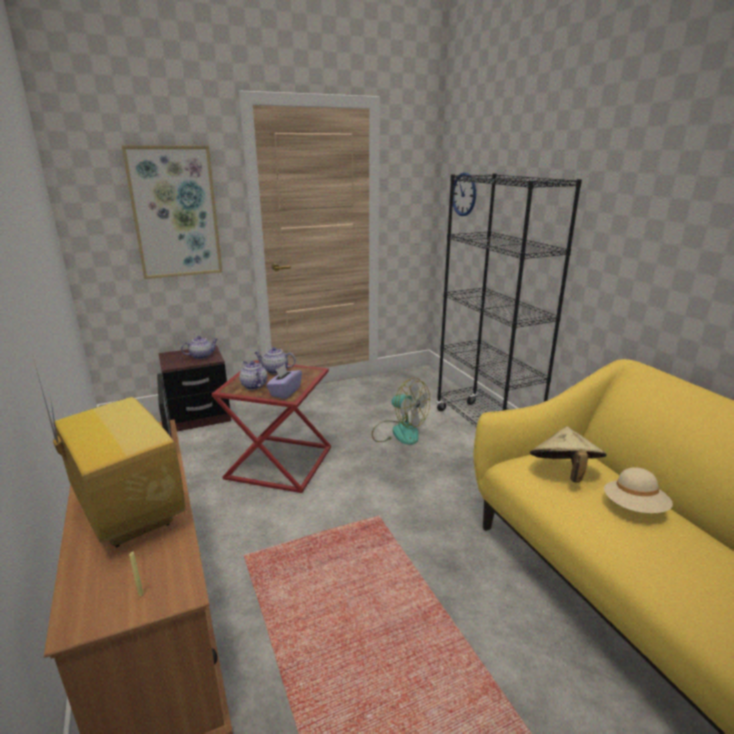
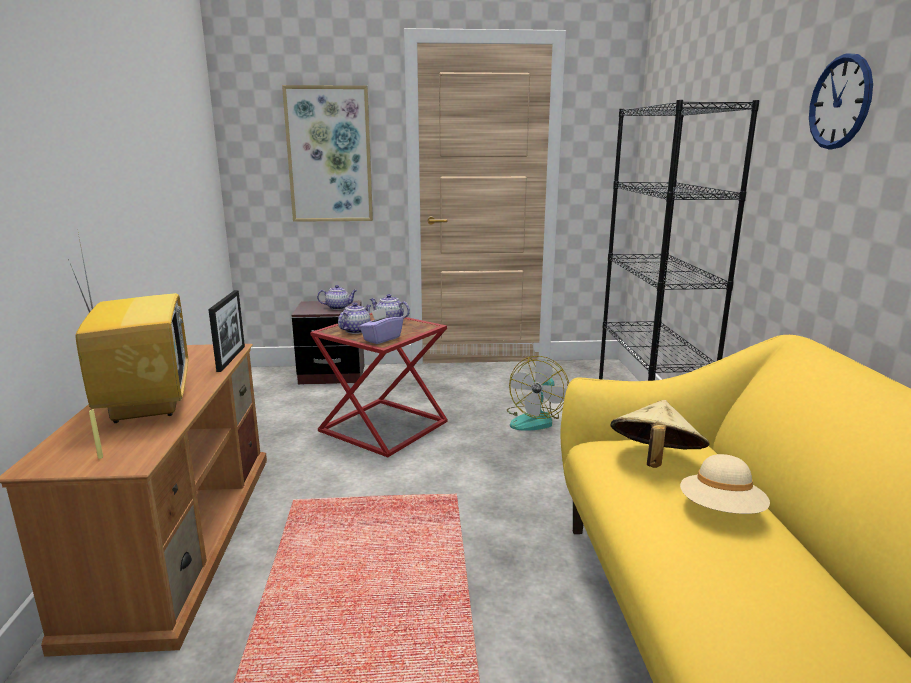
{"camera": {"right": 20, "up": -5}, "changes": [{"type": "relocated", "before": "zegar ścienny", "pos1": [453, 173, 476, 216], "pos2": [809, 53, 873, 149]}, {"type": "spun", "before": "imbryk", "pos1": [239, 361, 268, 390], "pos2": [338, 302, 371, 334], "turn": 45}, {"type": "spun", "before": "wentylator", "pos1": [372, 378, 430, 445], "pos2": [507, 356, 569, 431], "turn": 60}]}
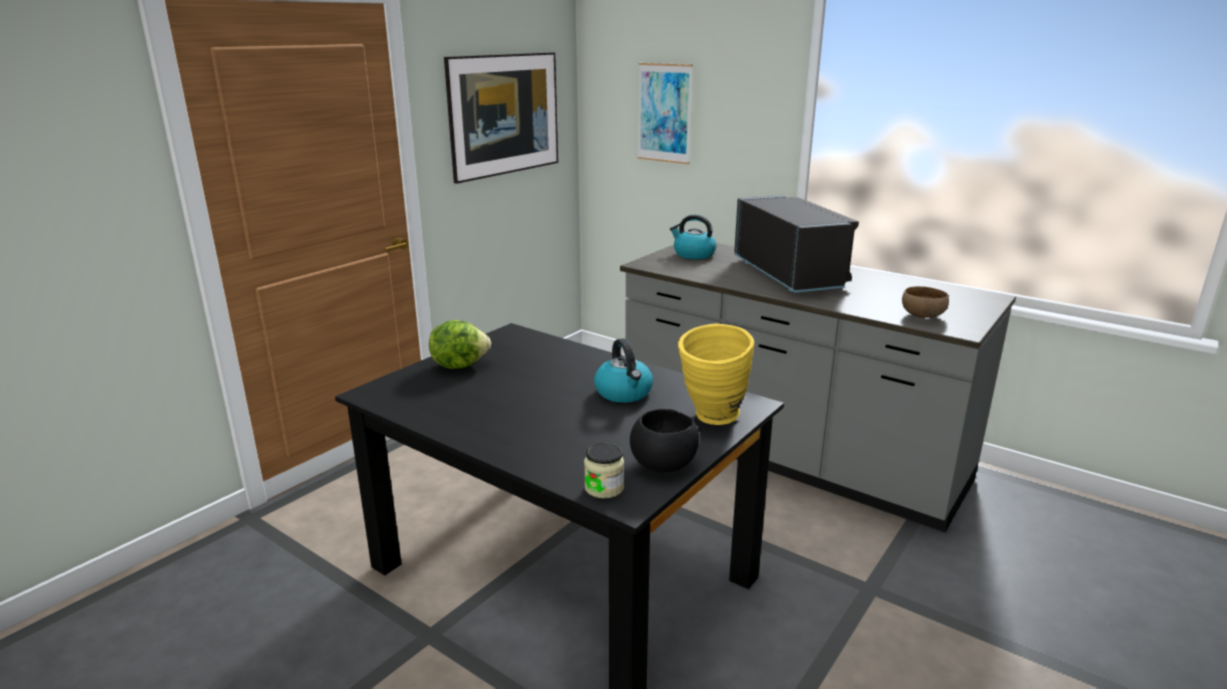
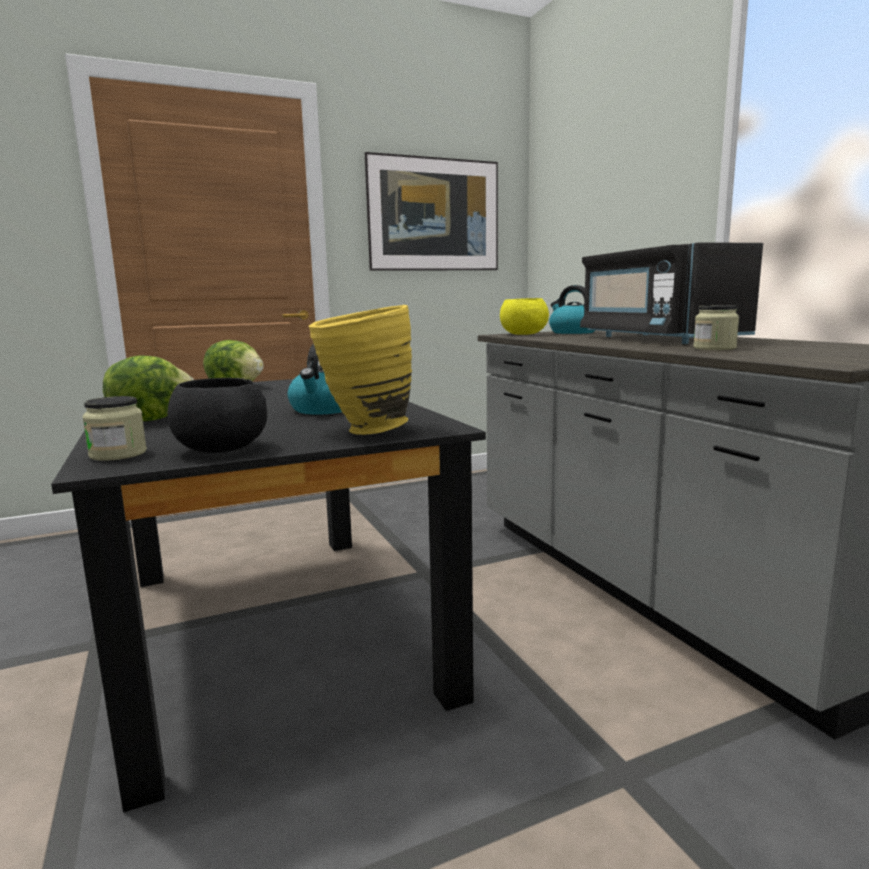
{"camera": {"right": 30, "up": -10}, "changes": [{"type": "missing", "before": "obraz", "pos1": [637, 63, 693, 164]}, {"type": "spun", "before": "mikrofalówka (czarny)", "pos1": [734, 196, 859, 293], "pos2": [580, 242, 763, 344], "turn": 150}, {"type": "missing", "before": "miska (brązowy)", "pos1": [902, 286, 949, 318]}, {"type": "appeared", "after": "miska (żółty)", "pos2": [500, 298, 549, 335]}, {"type": "appeared", "after": "słoik", "pos2": [693, 305, 739, 350]}, {"type": "appeared", "after": "sałata", "pos2": [103, 355, 194, 421]}]}
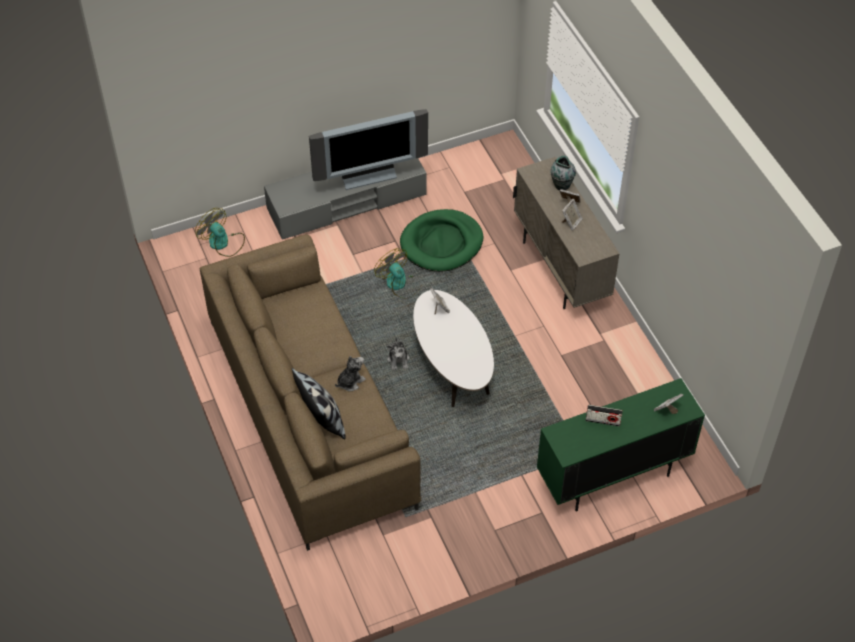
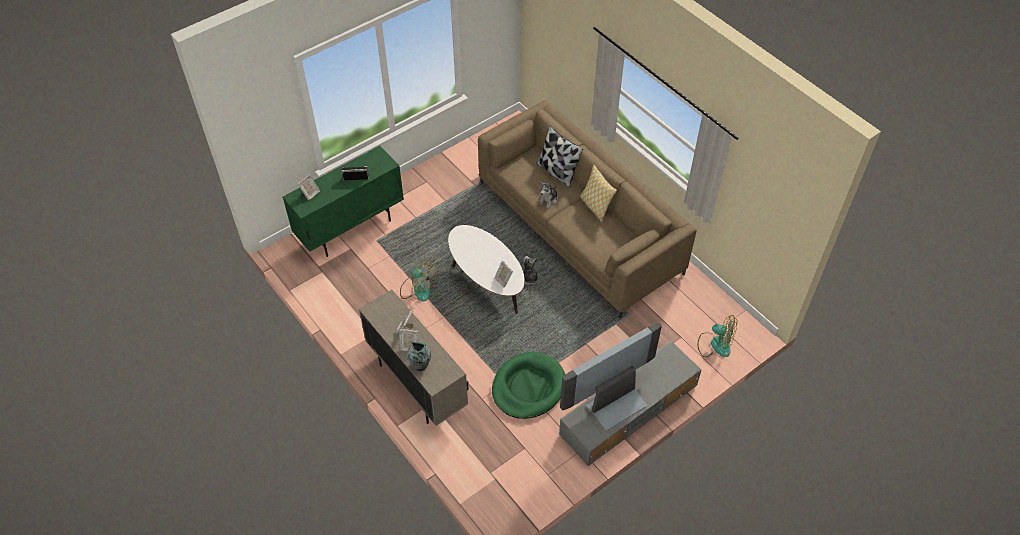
{"camera": {"right": 165, "up": 0}, "changes": [{"type": "relocated", "before": "wentylator", "pos1": [374, 248, 422, 298], "pos2": [400, 261, 437, 301]}, {"type": "appeared", "after": "poduszka", "pos2": [580, 165, 617, 222]}]}
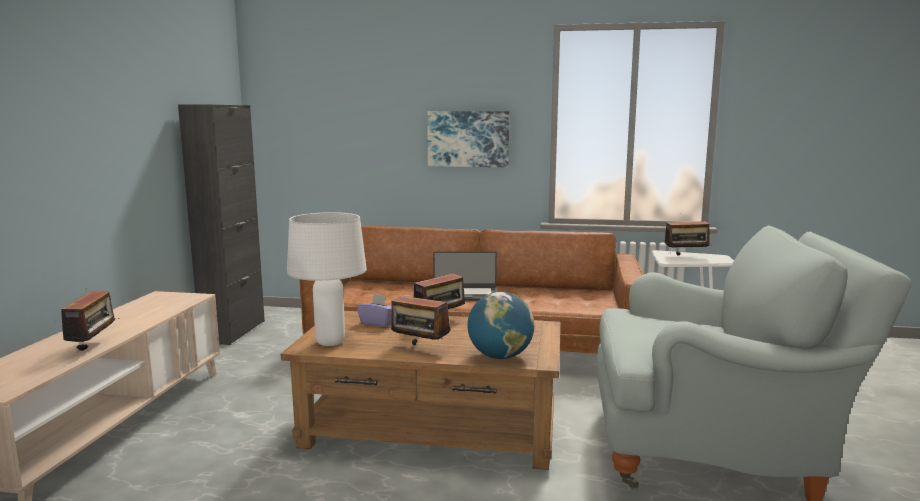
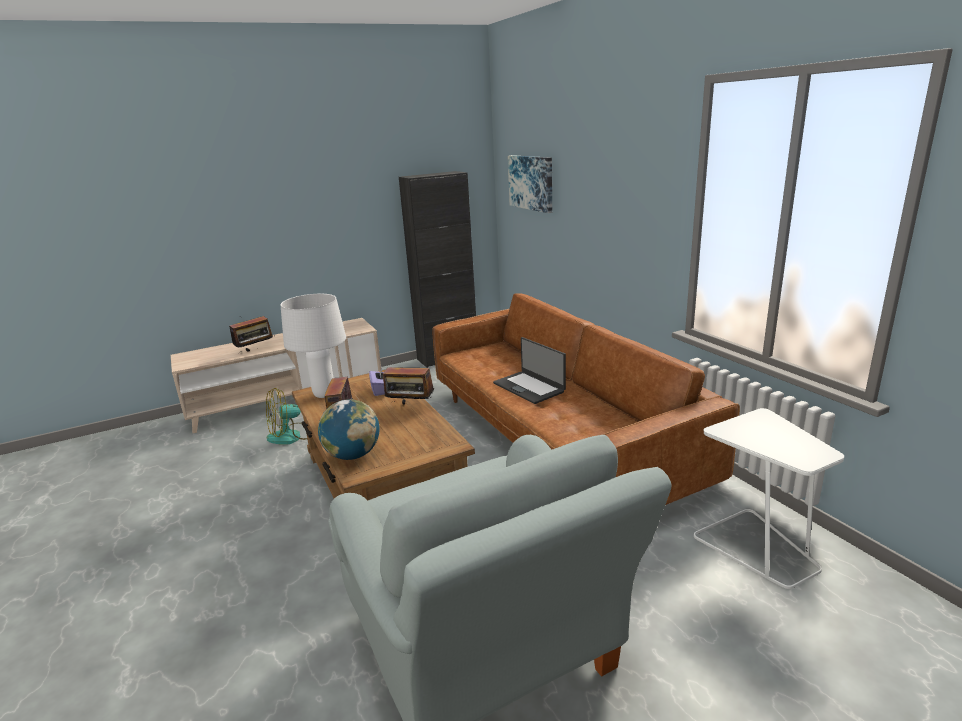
{"camera": {"right": 55, "up": 10}, "changes": [{"type": "relocated", "before": "obraz", "pos1": [427, 111, 509, 167], "pos2": [508, 155, 552, 213]}, {"type": "missing", "before": "radio", "pos1": [661, 221, 712, 256]}, {"type": "appeared", "after": "wentylator", "pos2": [266, 388, 307, 445]}]}
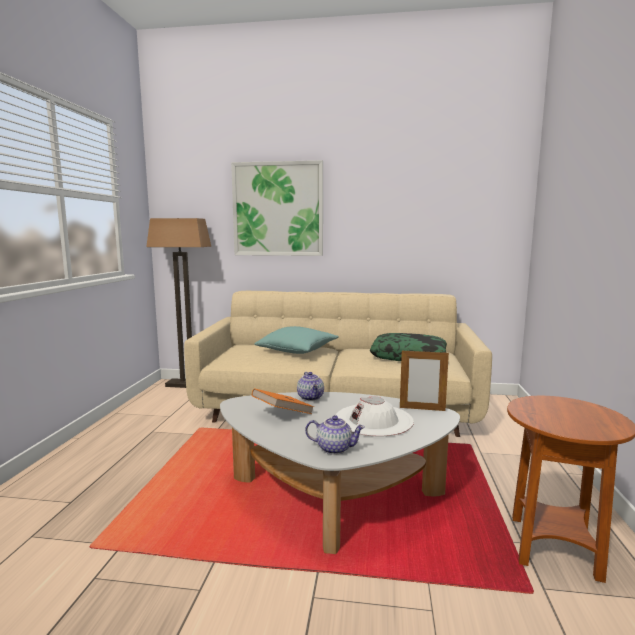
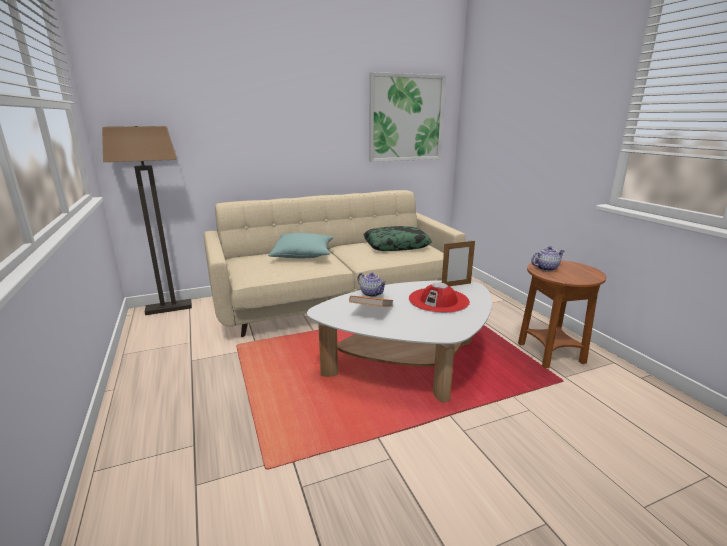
{"camera": {"right": -30, "up": 10}, "changes": [{"type": "relocated", "before": "obraz", "pos1": [231, 160, 323, 256], "pos2": [369, 72, 446, 162]}, {"type": "colour", "before": "kapelusz (biały)", "after": "kapelusz (czerwony)", "pos1": [336, 396, 414, 436], "pos2": [409, 283, 470, 313]}, {"type": "relocated", "before": "imbryk", "pos1": [305, 415, 365, 455], "pos2": [531, 246, 564, 271]}]}
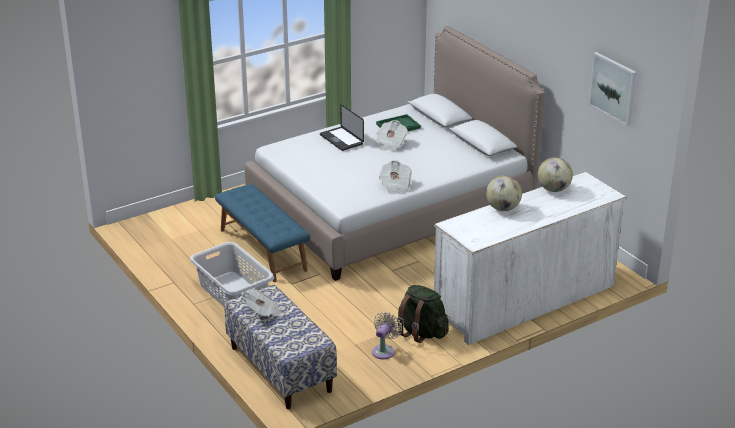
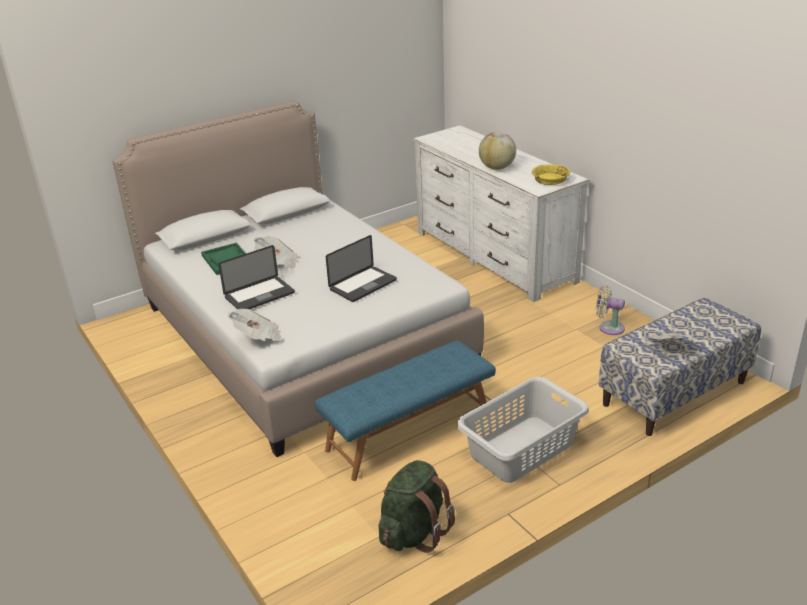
{"camera": {"right": -90, "up": 0}, "changes": [{"type": "missing", "before": "obraz", "pos1": [588, 52, 637, 126]}, {"type": "missing", "before": "globus", "pos1": [538, 157, 573, 192]}, {"type": "relocated", "before": "gazeta", "pos1": [379, 160, 412, 195], "pos2": [228, 309, 282, 341]}, {"type": "relocated", "before": "plecak (zielony)", "pos1": [397, 285, 449, 343], "pos2": [379, 460, 455, 553]}, {"type": "appeared", "after": "miska (żółty)", "pos2": [532, 164, 570, 185]}, {"type": "appeared", "after": "laptop", "pos2": [326, 235, 397, 302]}]}
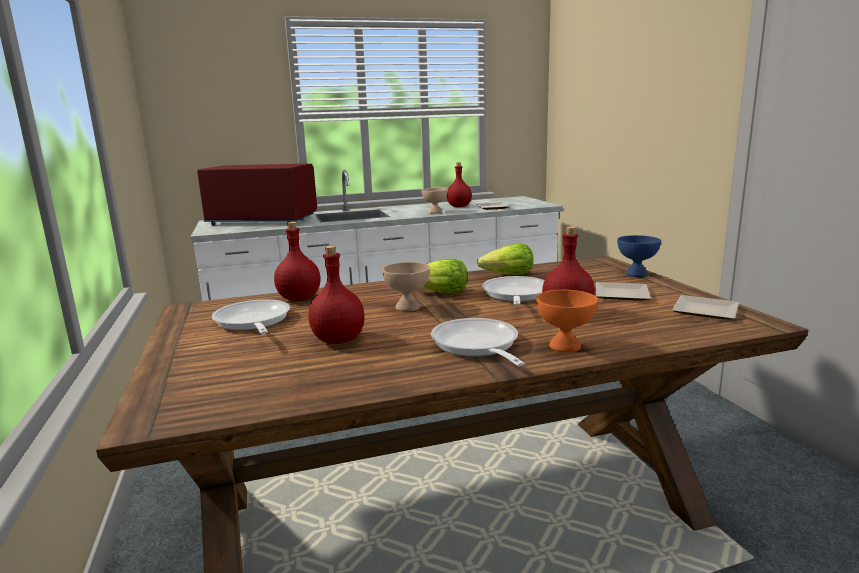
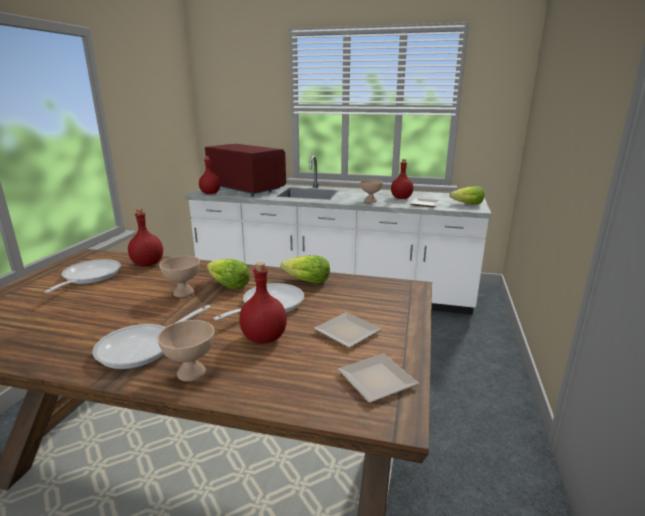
{"camera": {"right": 30, "up": 5}, "changes": [{"type": "missing", "before": "miska (niebieski)", "pos1": [617, 235, 661, 277]}, {"type": "relocated", "before": "butelka (czerwony)", "pos1": [308, 246, 365, 344], "pos2": [199, 156, 221, 194]}, {"type": "colour", "before": "miska (pomarańczowy)", "after": "miska (beżowy)", "pos1": [536, 290, 598, 352], "pos2": [157, 320, 214, 382]}, {"type": "spun", "before": "patelnia", "pos1": [431, 318, 525, 366], "pos2": [92, 305, 211, 369], "turn": -150}, {"type": "appeared", "after": "sałata", "pos2": [450, 186, 484, 205]}]}
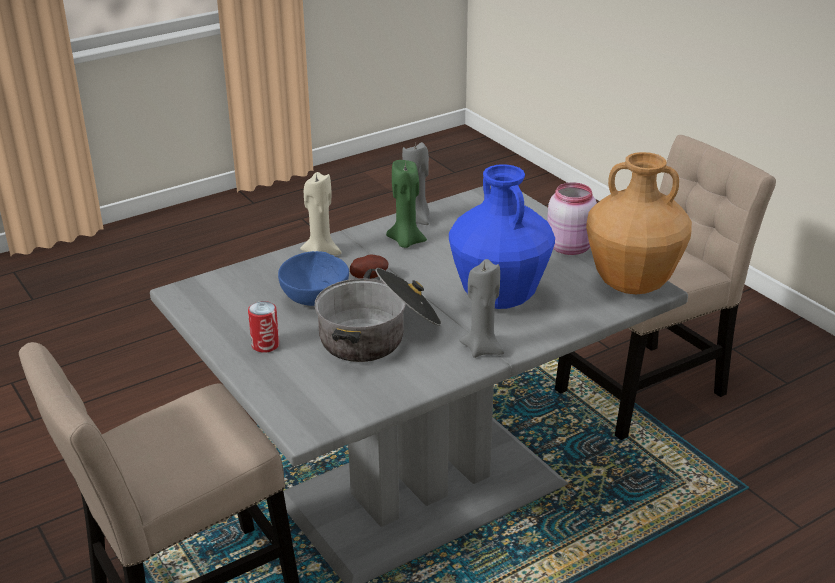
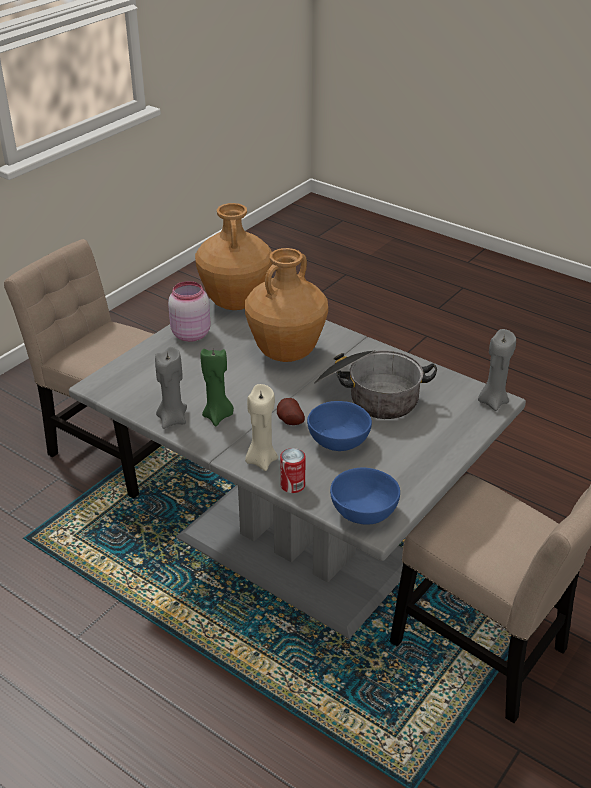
{"camera": {"right": -110, "up": 5}, "changes": [{"type": "colour", "before": "wazon (niebieski)", "after": "wazon (brązowy)", "pos1": [449, 164, 555, 309], "pos2": [245, 248, 328, 362]}, {"type": "relocated", "before": "świeca (szary)", "pos1": [459, 259, 504, 358], "pos2": [478, 329, 516, 411]}, {"type": "relocated", "before": "puszka", "pos1": [248, 301, 279, 353], "pos2": [280, 448, 305, 493]}, {"type": "appeared", "after": "miska (niebieski)", "pos2": [330, 468, 400, 525]}]}
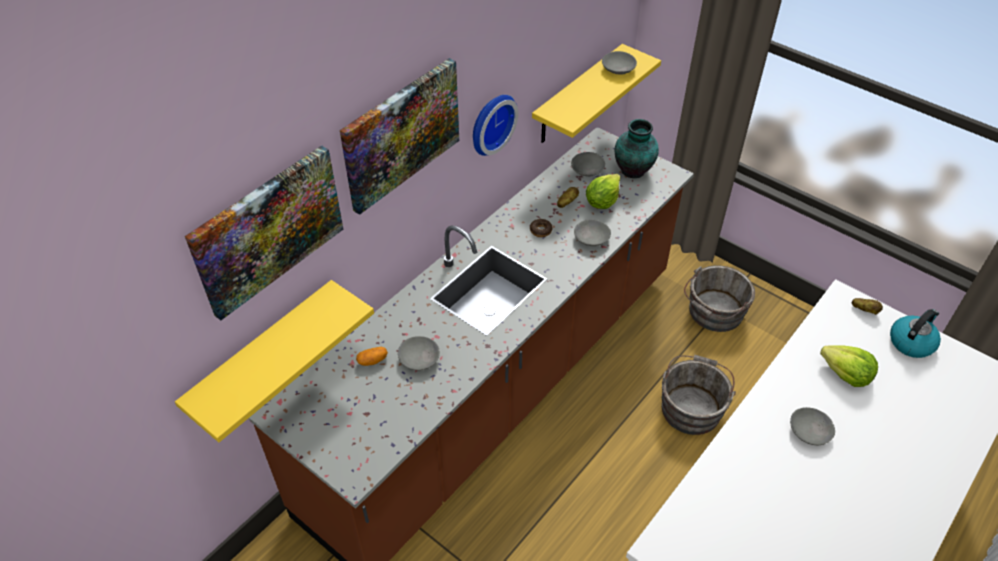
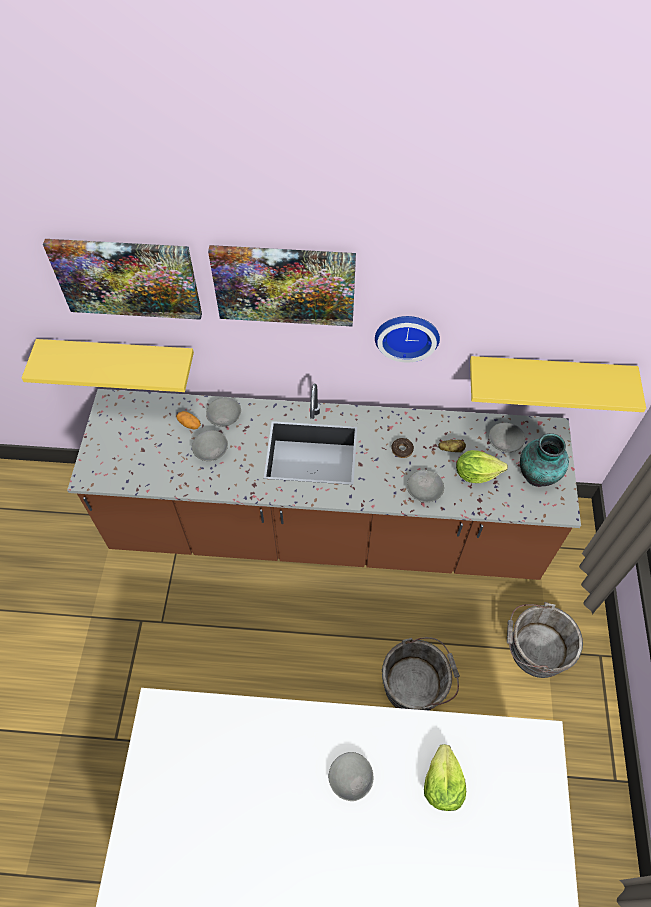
{"camera": {"right": 55, "up": 10}, "changes": [{"type": "relocated", "before": "miska (szary)", "pos1": [602, 51, 637, 75], "pos2": [206, 398, 241, 427]}, {"type": "missing", "before": "ziemniak", "pos1": [852, 298, 883, 315]}, {"type": "missing", "before": "czajnik", "pos1": [890, 309, 941, 358]}]}
